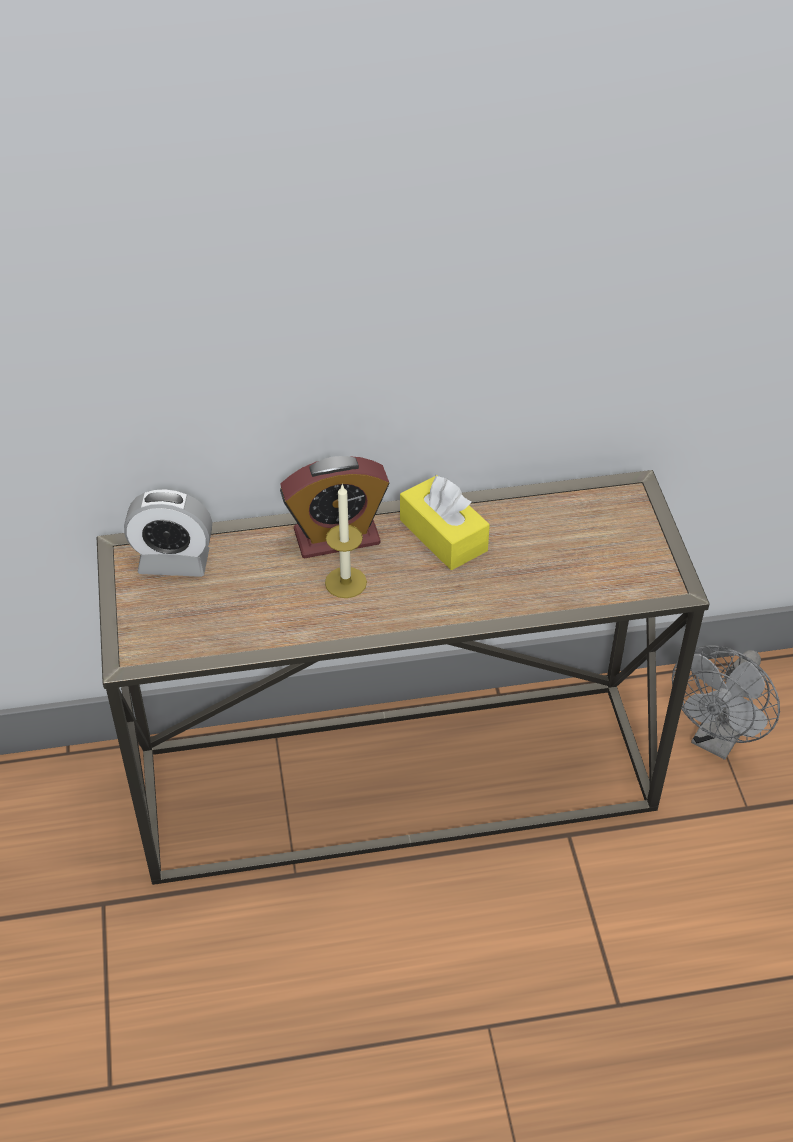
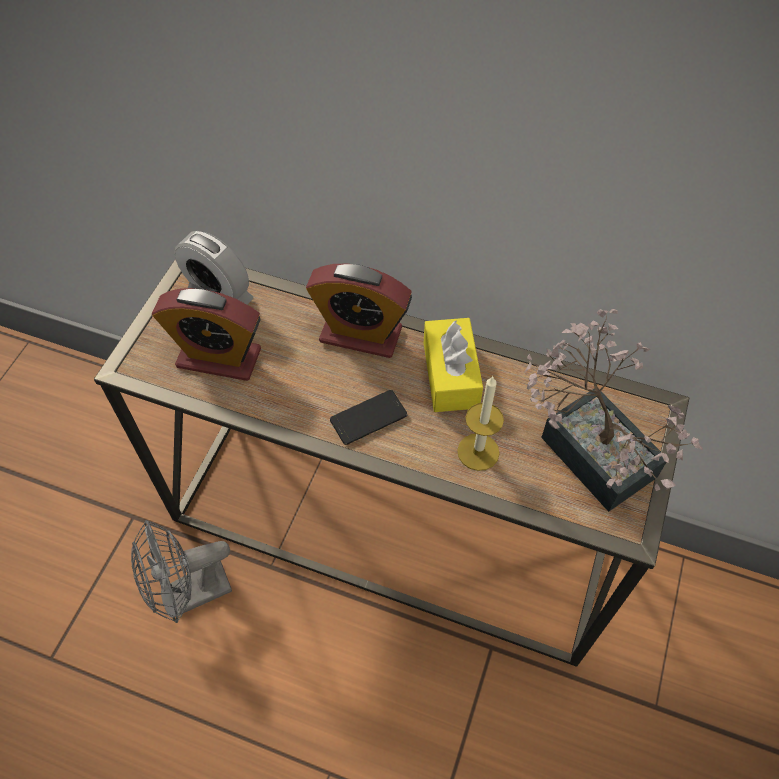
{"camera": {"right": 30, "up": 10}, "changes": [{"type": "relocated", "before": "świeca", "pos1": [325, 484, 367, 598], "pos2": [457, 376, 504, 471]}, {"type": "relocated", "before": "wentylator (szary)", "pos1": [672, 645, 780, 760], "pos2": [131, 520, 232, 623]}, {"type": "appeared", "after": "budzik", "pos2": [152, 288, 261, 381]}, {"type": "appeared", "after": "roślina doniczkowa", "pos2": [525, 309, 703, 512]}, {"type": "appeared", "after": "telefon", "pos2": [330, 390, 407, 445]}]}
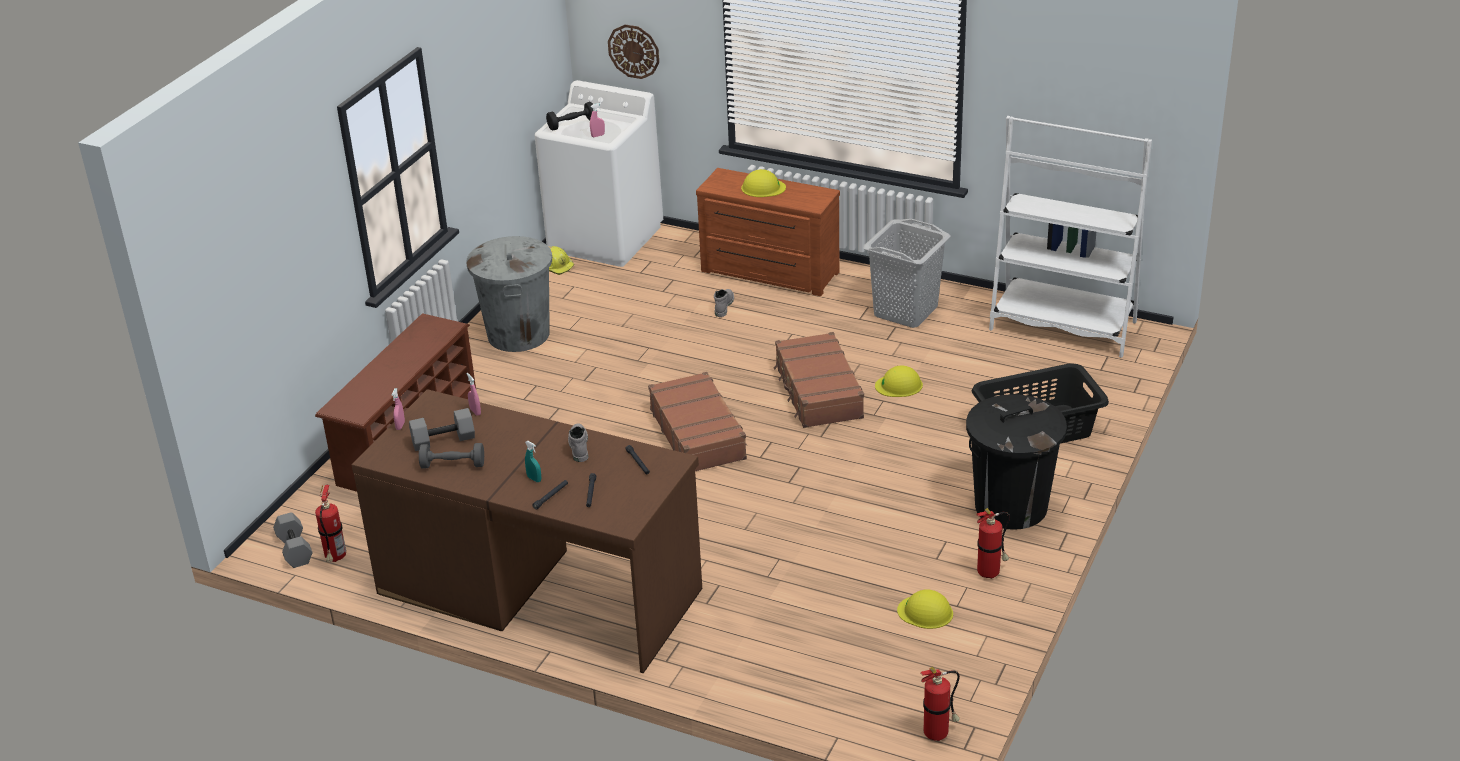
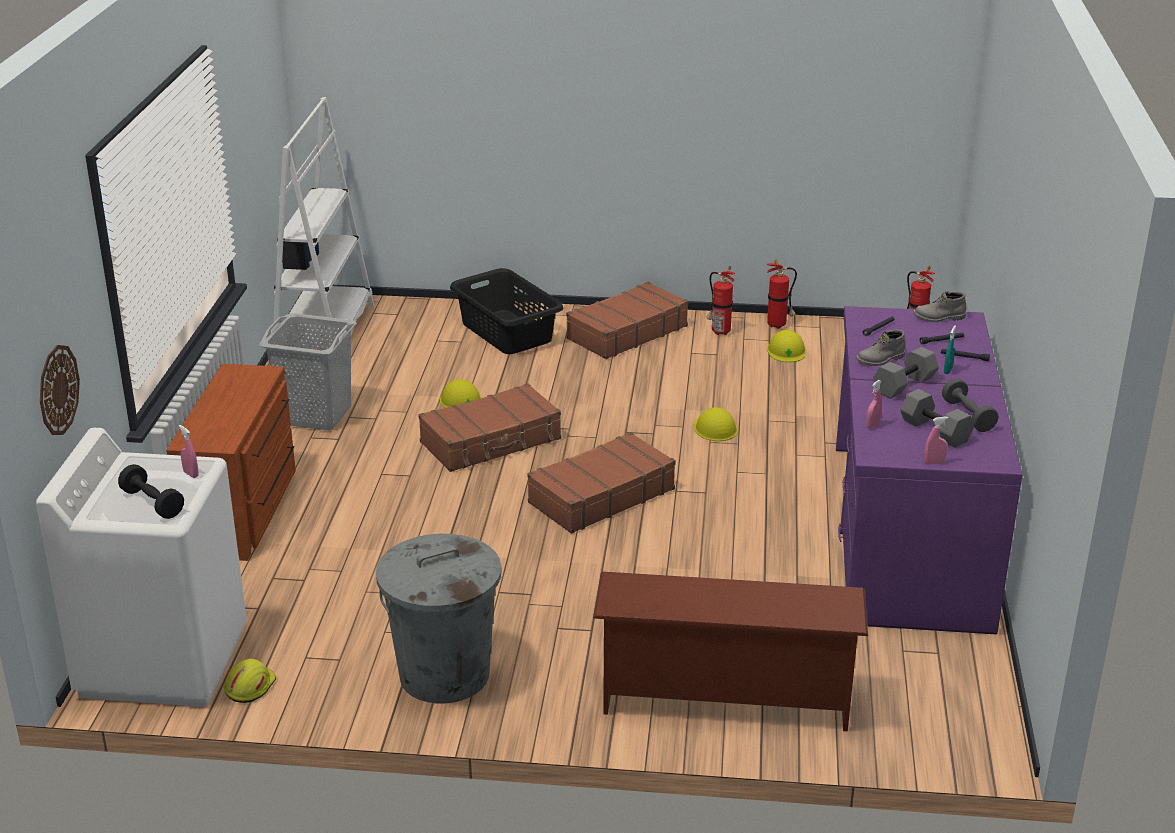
{"camera": {"right": -110, "up": -5}, "changes": [{"type": "relocated", "before": "kask (żółty)", "pos1": [741, 169, 786, 197], "pos2": [694, 407, 738, 441]}, {"type": "relocated", "before": "but z cholewką (szary)", "pos1": [714, 289, 734, 317], "pos2": [913, 291, 966, 322]}, {"type": "colour", "before": "biurko (brązowy)", "after": "biurko (fioletowy)", "pos1": [352, 389, 702, 673], "pos2": [836, 306, 1022, 634]}, {"type": "exchanged", "before": "kosz na śmieci (czarny)", "after": "walizka (brązowy)", "pos1": [966, 394, 1067, 530], "pos2": [566, 282, 689, 359]}, {"type": "relocated", "before": "gaśnica", "pos1": [315, 485, 346, 562], "pos2": [767, 259, 797, 329]}, {"type": "relocated", "before": "hantel (szary)", "pos1": [273, 512, 313, 568], "pos2": [873, 347, 939, 399]}]}
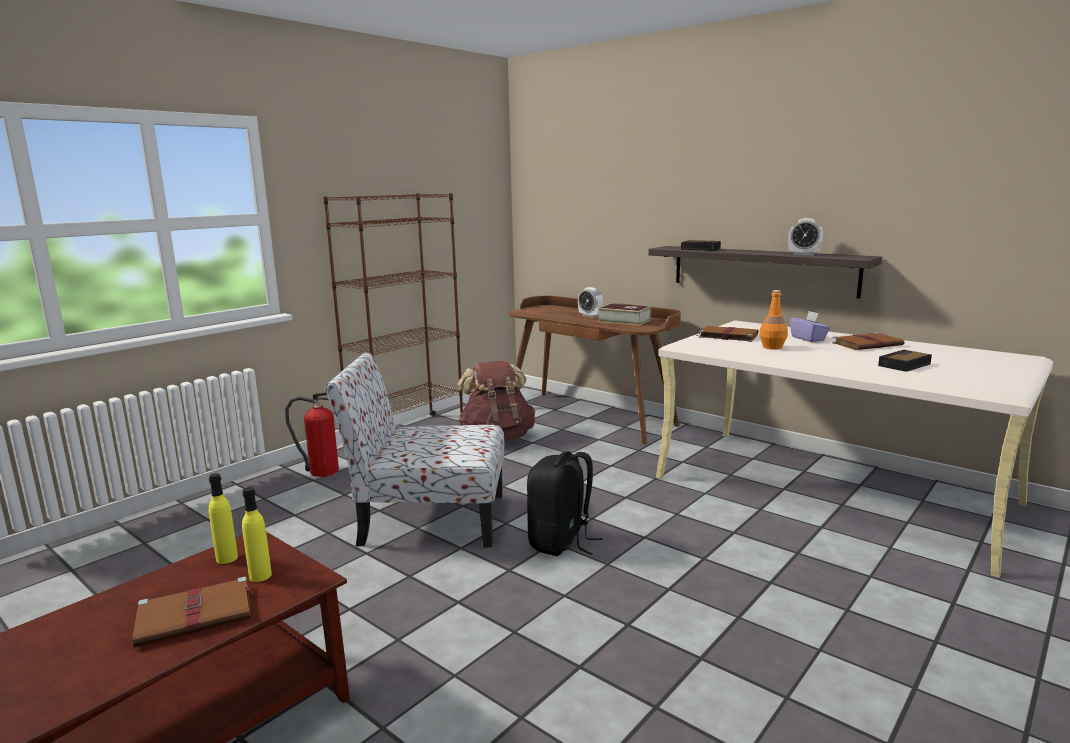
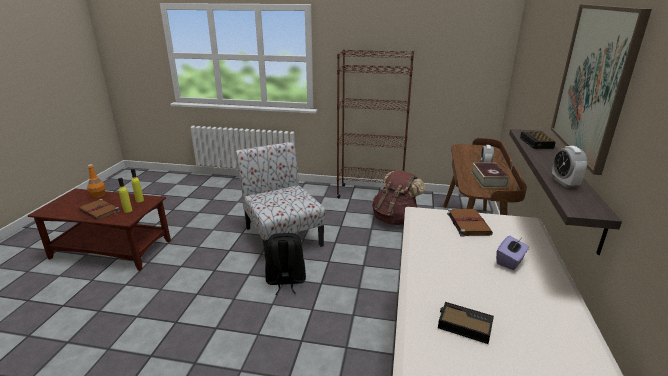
{"camera": {"right": 60, "up": 10}, "changes": [{"type": "relocated", "before": "butelka (pomarańczowy)", "pos1": [759, 290, 788, 350], "pos2": [87, 164, 105, 198]}, {"type": "missing", "before": "książka (brązowy)", "pos1": [832, 332, 904, 350]}, {"type": "missing", "before": "gaśnica", "pos1": [285, 392, 339, 477]}, {"type": "appeared", "after": "obraz", "pos2": [551, 4, 652, 175]}]}
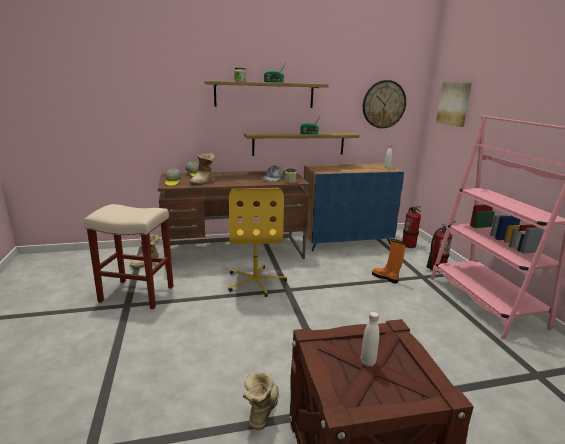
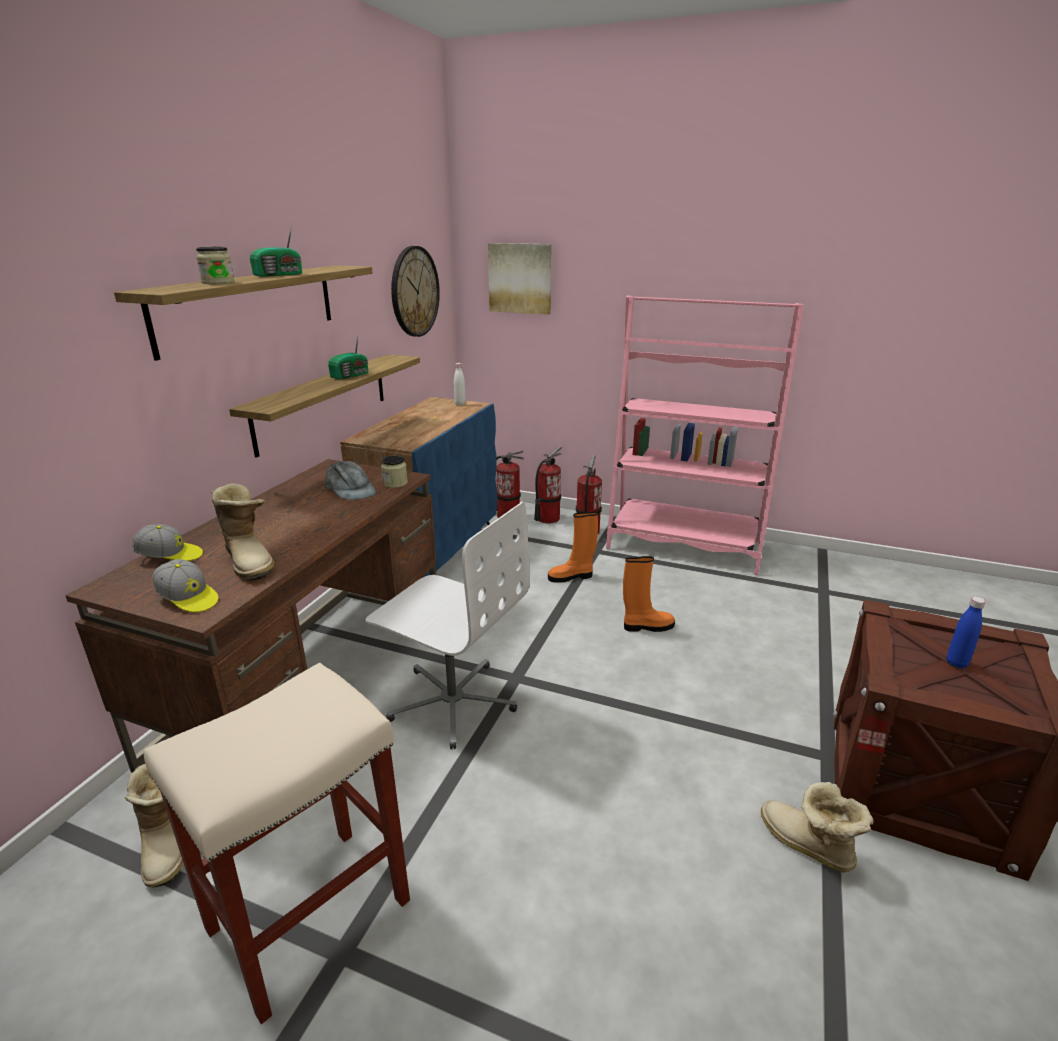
{"camera": {"right": -55, "up": 5}, "changes": [{"type": "colour", "before": "krzesło biurowe (żółty)", "after": "krzesło biurowe (biały)", "pos1": [228, 189, 287, 297], "pos2": [366, 502, 530, 750]}, {"type": "colour", "before": "butelka (biały)", "after": "butelka (niebieski)", "pos1": [361, 312, 379, 367], "pos2": [947, 596, 986, 668]}, {"type": "appeared", "after": "gaśnica", "pos2": [534, 446, 562, 524]}, {"type": "appeared", "after": "but z cholewką (pomarańczowy)", "pos2": [623, 556, 675, 632]}]}
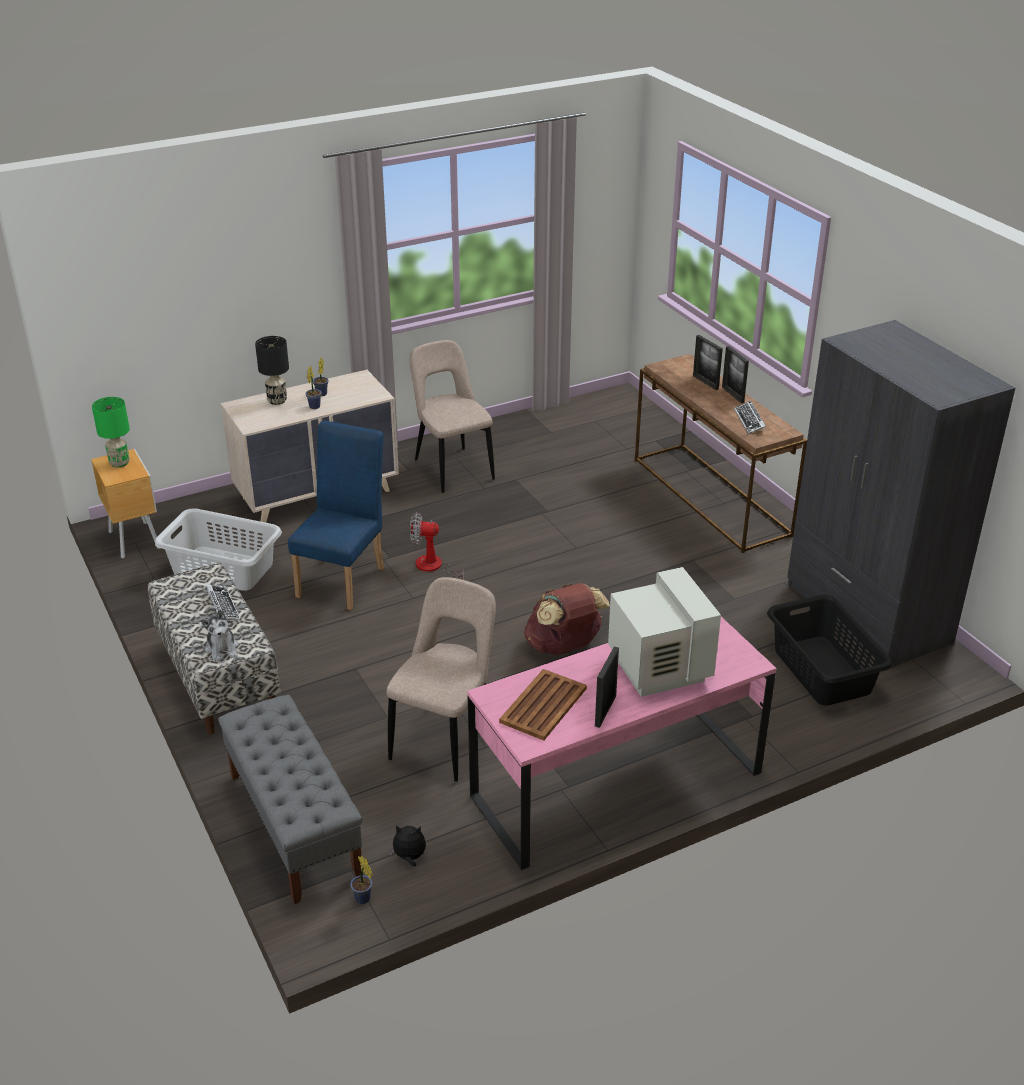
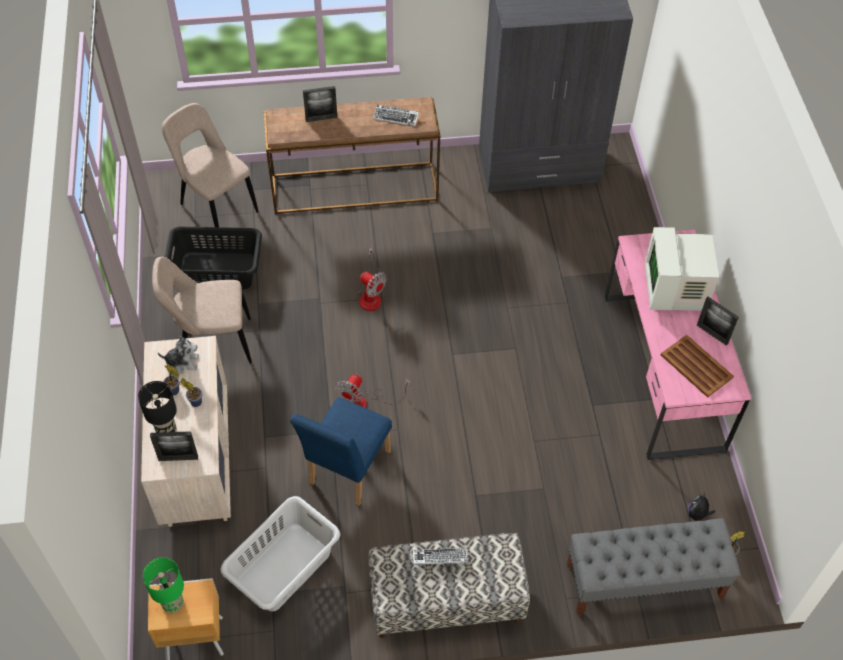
{"camera": {"right": -70, "up": 20}, "changes": [{"type": "relocated", "before": "ramka na zdjęcie", "pos1": [722, 346, 749, 403], "pos2": [150, 431, 198, 461]}, {"type": "spun", "before": "krzesło (niebieski)", "pos1": [288, 421, 384, 610], "pos2": [290, 397, 392, 506], "turn": -105}, {"type": "spun", "before": "monitor", "pos1": [608, 567, 721, 697], "pos2": [645, 227, 719, 311], "turn": -90}, {"type": "relocated", "before": "krzesło (beżowy)", "pos1": [386, 577, 496, 782], "pos2": [162, 103, 259, 237]}, {"type": "missing", "before": "plecak (brązowy)", "pos1": [524, 583, 610, 655]}, {"type": "relocated", "before": "kosz na pranie (czarny)", "pos1": [767, 594, 892, 706], "pos2": [165, 226, 262, 289]}, {"type": "relocated", "before": "pluszak", "pos1": [200, 610, 239, 662], "pos2": [158, 336, 199, 374]}, {"type": "appeared", "after": "wentylator", "pos2": [358, 247, 387, 311]}]}
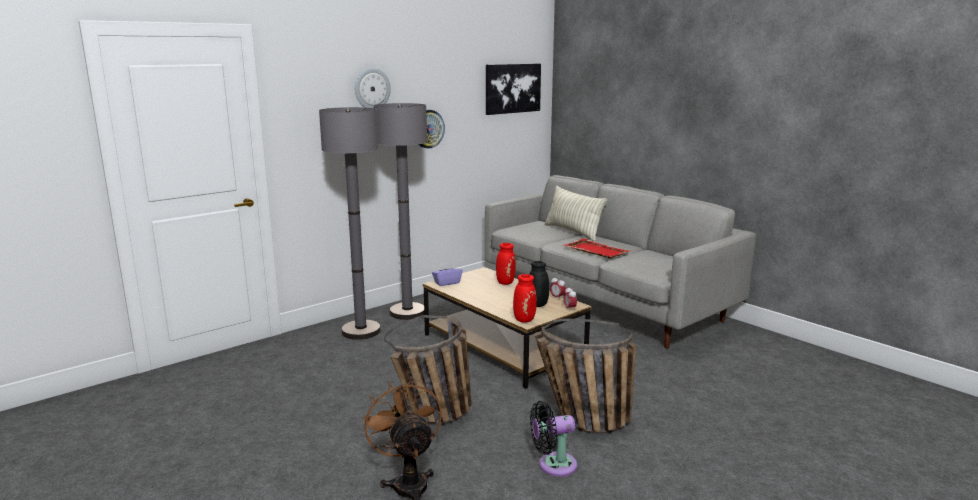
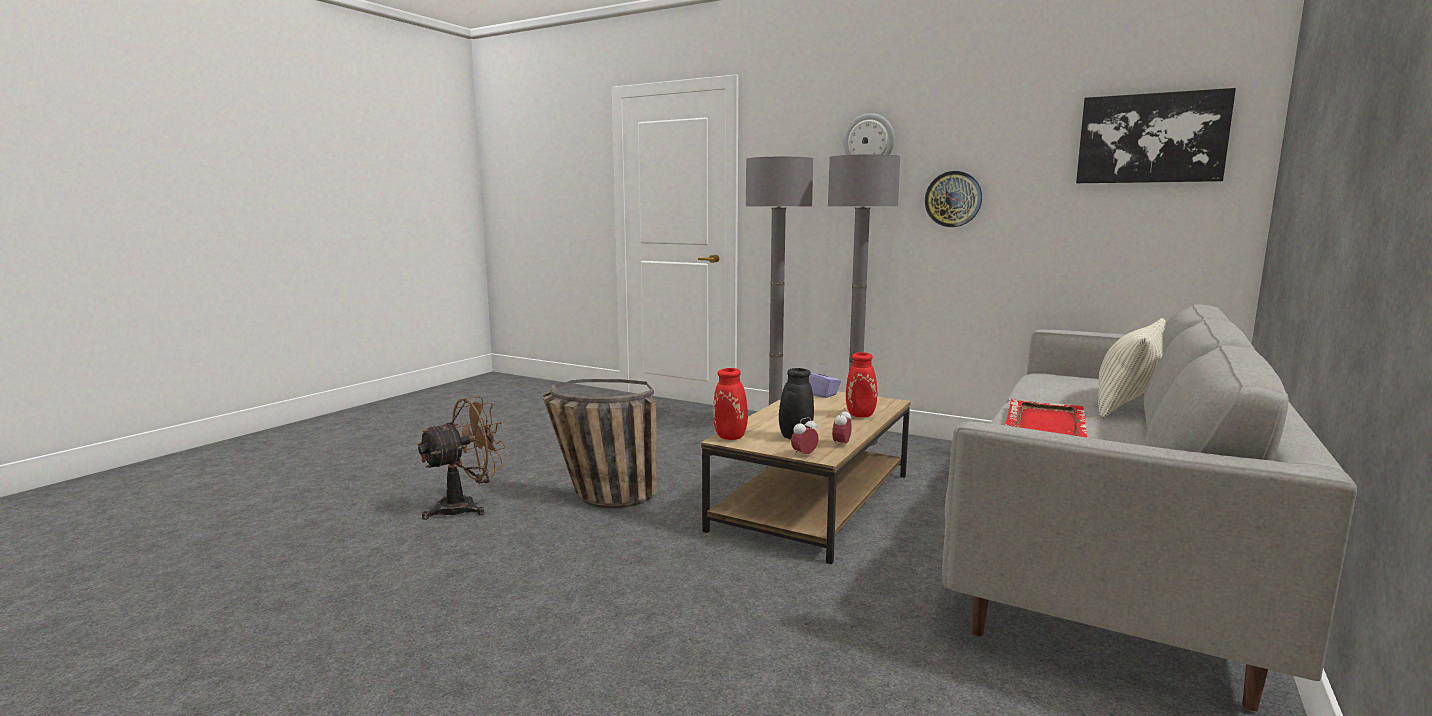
{"camera": {"right": 70, "up": -5}, "changes": [{"type": "missing", "before": "koszyk", "pos1": [535, 319, 636, 434]}, {"type": "missing", "before": "wentylator (czarny)", "pos1": [530, 401, 577, 476]}]}
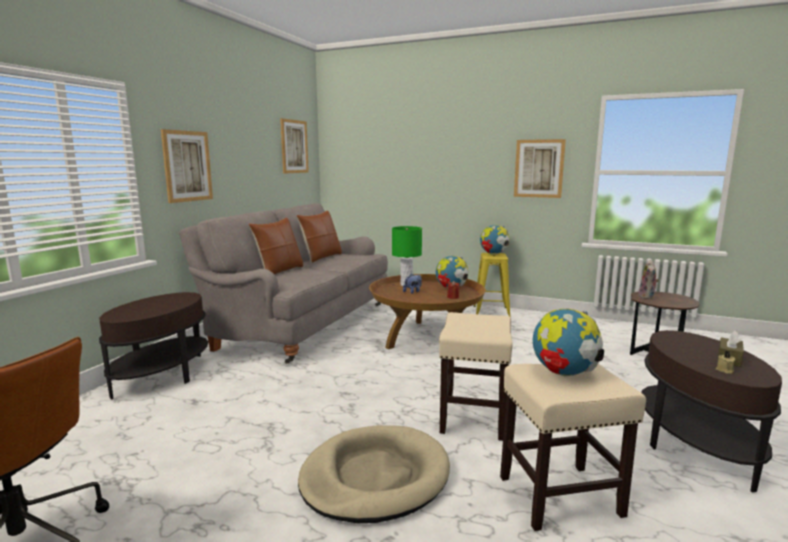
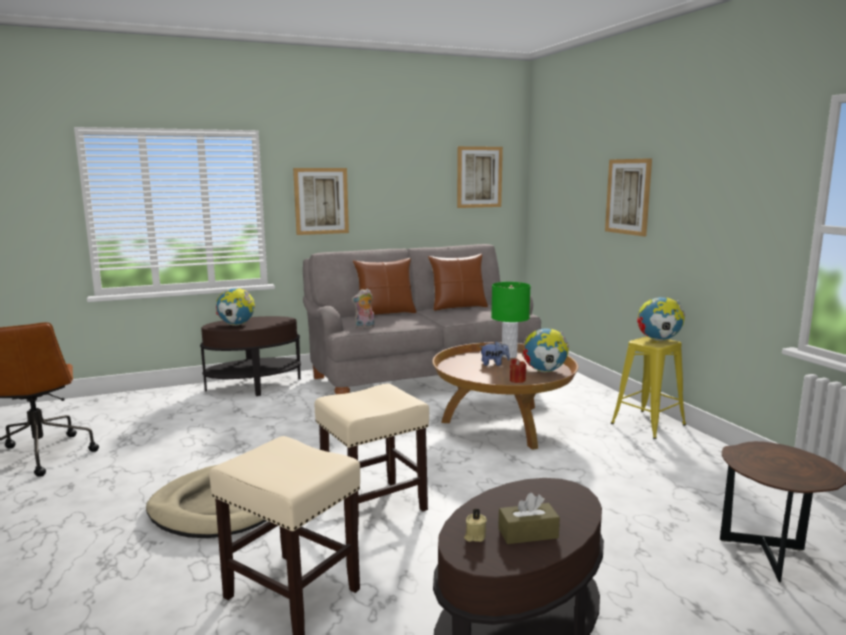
{"camera": {"right": 45, "up": 0}, "changes": [{"type": "relocated", "before": "obraz", "pos1": [514, 139, 566, 198], "pos2": [605, 158, 652, 237]}, {"type": "relocated", "before": "pluszak", "pos1": [638, 260, 659, 299], "pos2": [351, 288, 375, 329]}, {"type": "relocated", "before": "globus", "pos1": [533, 309, 604, 377], "pos2": [216, 288, 255, 326]}]}
